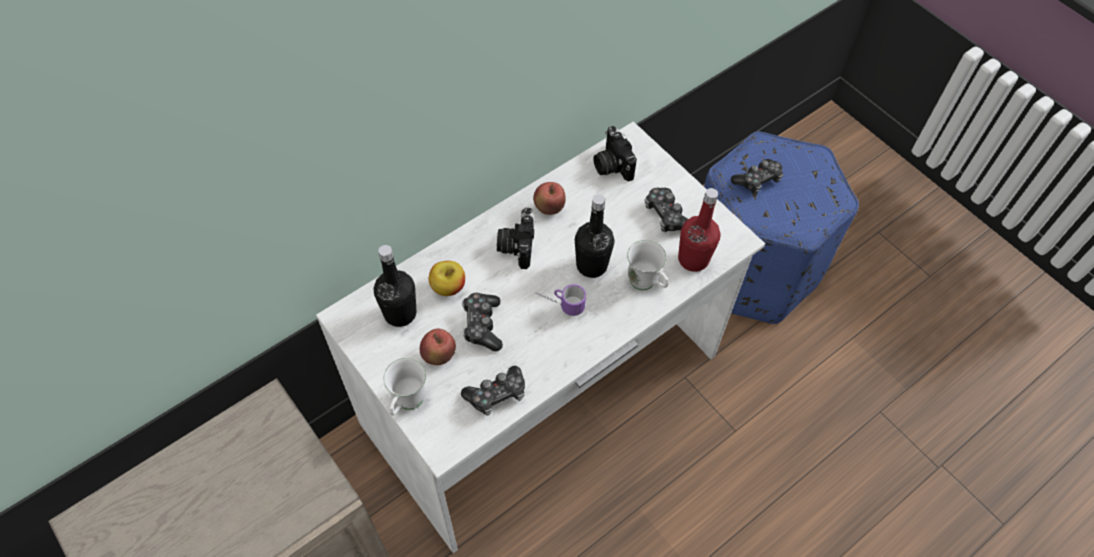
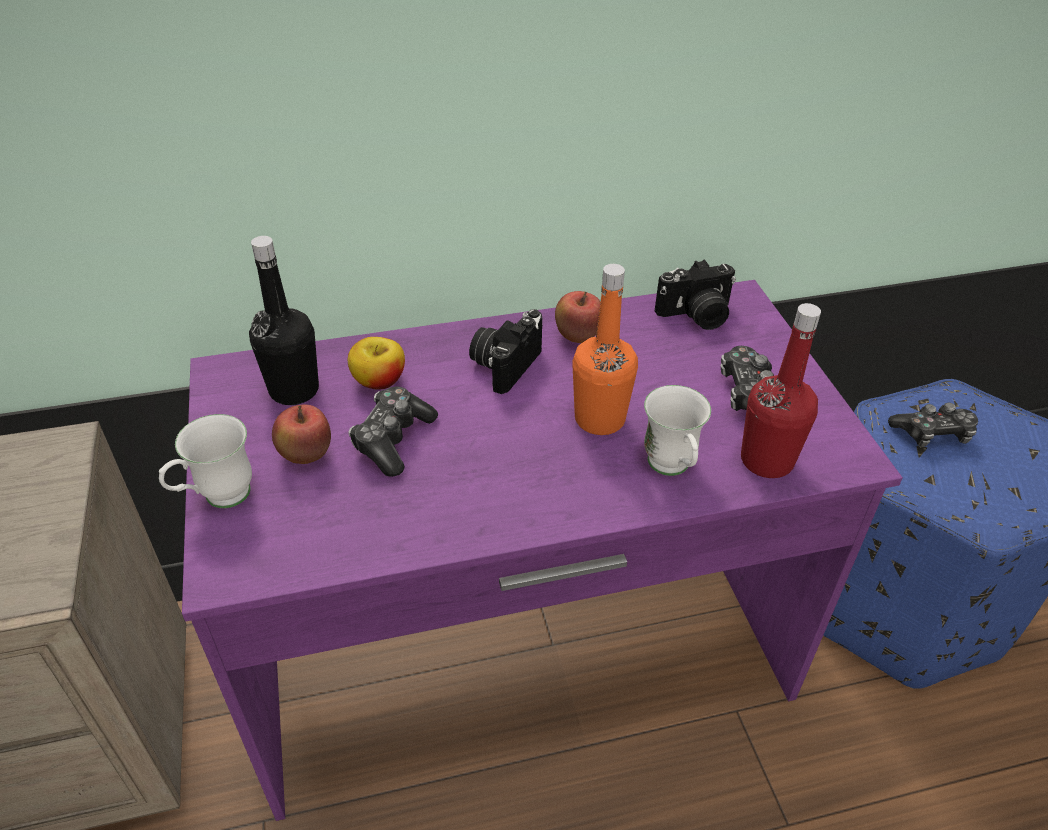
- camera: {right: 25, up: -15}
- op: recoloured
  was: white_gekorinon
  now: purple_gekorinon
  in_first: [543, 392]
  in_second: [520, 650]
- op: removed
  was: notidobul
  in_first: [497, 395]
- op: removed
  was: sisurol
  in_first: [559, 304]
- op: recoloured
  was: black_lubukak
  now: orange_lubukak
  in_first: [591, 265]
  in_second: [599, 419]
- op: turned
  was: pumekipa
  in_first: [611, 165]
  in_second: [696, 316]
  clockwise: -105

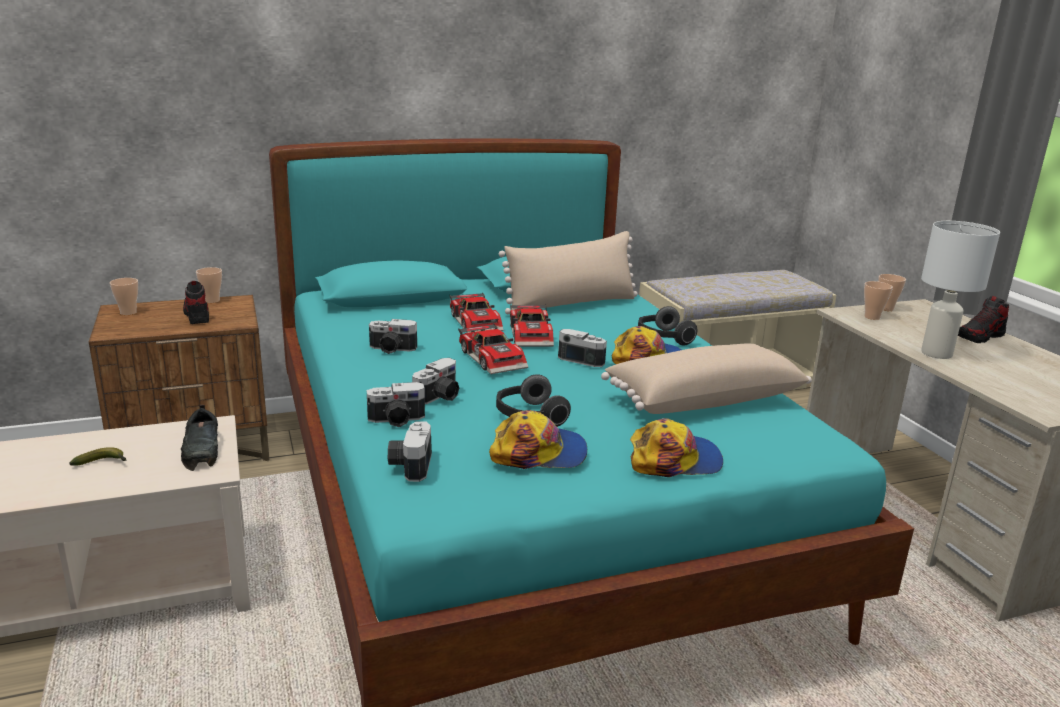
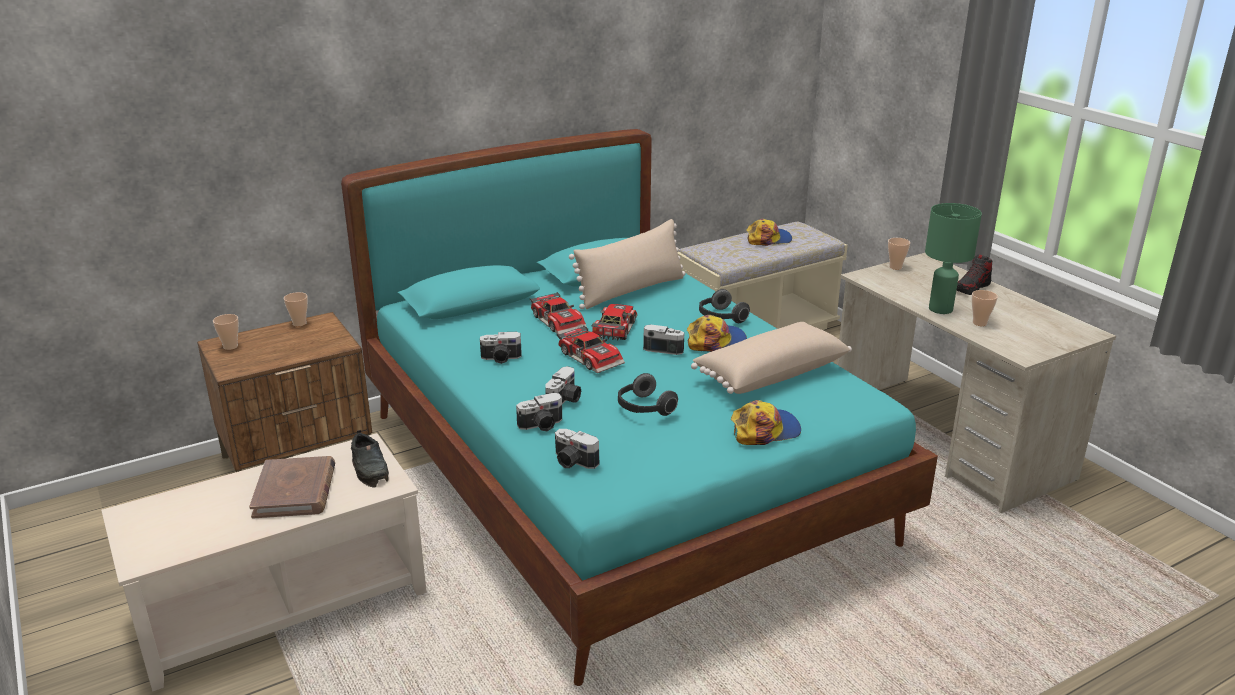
- camera: {right: -10, up: 5}
- op: replaced
  was: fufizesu
  now: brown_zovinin
  in_first: [103, 463]
  in_second: [295, 491]
- op: removed
  was: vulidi
  in_first: [196, 315]
- op: turned
  was: pumekipa
  in_first: [409, 465]
  in_second: [573, 462]
  clockwise: -45
- op: moved
  was: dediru
  in_first: [539, 452]
  in_second: [768, 239]
- op: turned
  was: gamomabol
  in_first: [533, 335]
  in_second: [613, 328]
  clockwise: -150
- op: moved
  was: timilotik
  in_first: [872, 317]
  in_second: [979, 323]
- op: recoloured
  was: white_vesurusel
  now: green_vesurusel
  in_first: [937, 354]
  in_second: [941, 309]

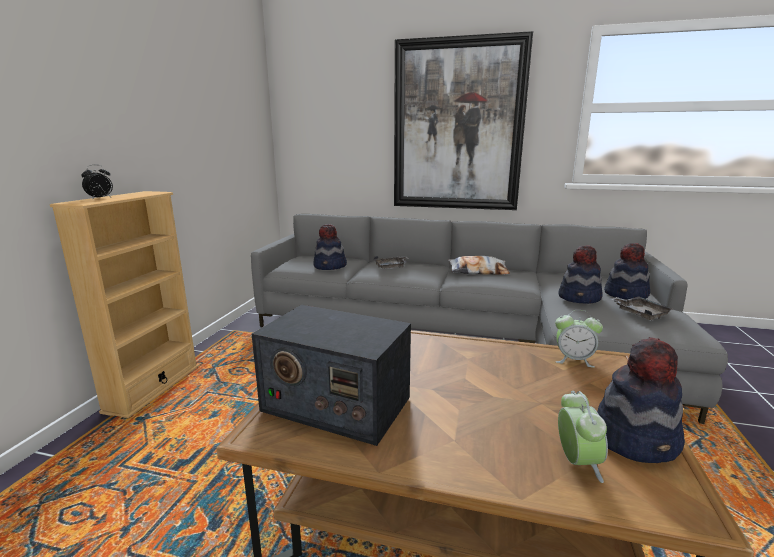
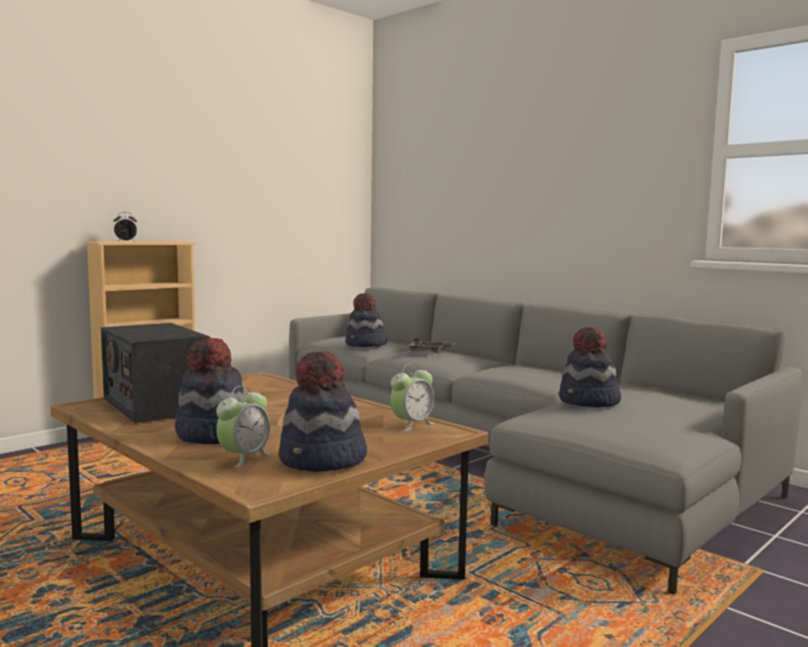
- camera: {right: 30, up: -10}
- op: removed
  was: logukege
  in_first: [457, 126]
- op: removed
  was: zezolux
  in_first: [478, 271]
- op: turned
  was: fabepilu
  in_first: [573, 360]
  in_second: [412, 424]
  clockwise: -90
- op: moved
  was: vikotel
  in_first: [626, 295]
  in_second: [213, 436]
- op: removed
  was: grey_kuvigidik
  in_first: [640, 313]

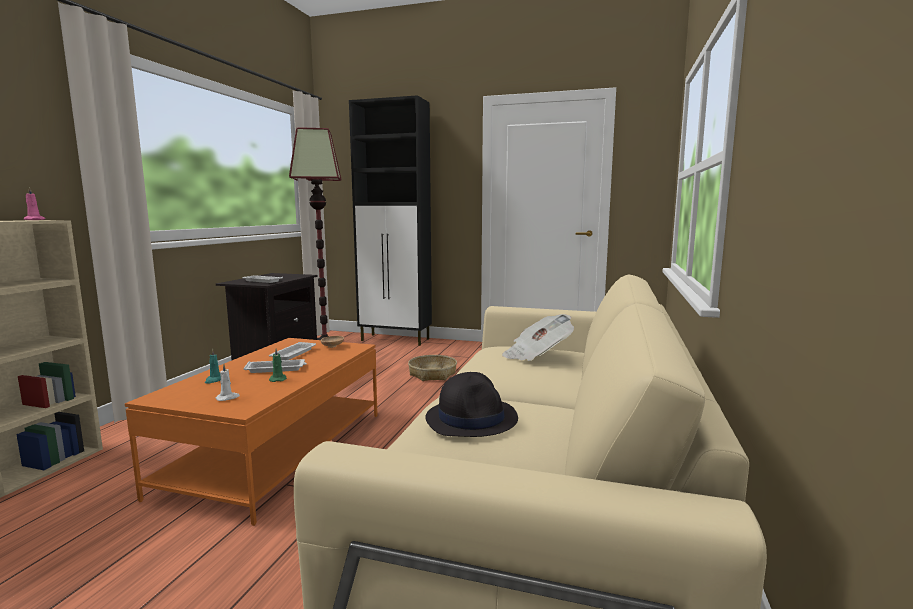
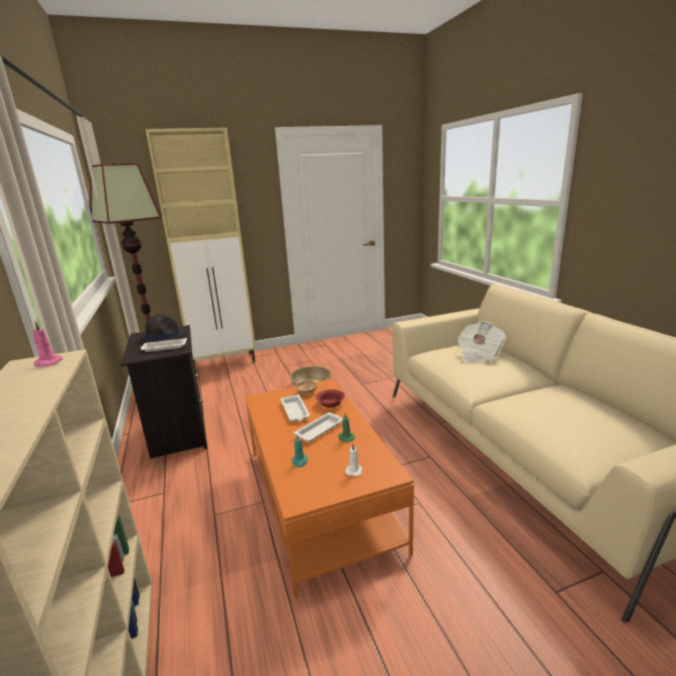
- camera: {right: -35, up: 10}
- op: recoloured
  was: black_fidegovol
  now: beige_fidegovol
  in_first: [396, 340]
  in_second: [225, 362]
- op: moved
  was: black_vikotel
  in_first: [472, 418]
  in_second: [163, 335]
- op: added
  now: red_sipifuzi
  in_second: [330, 403]

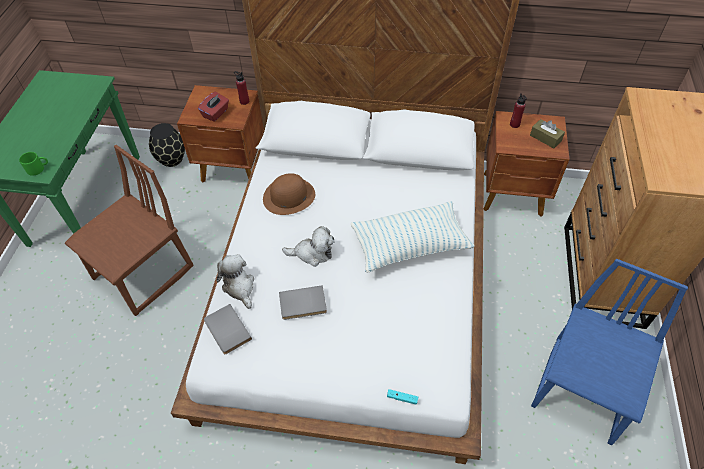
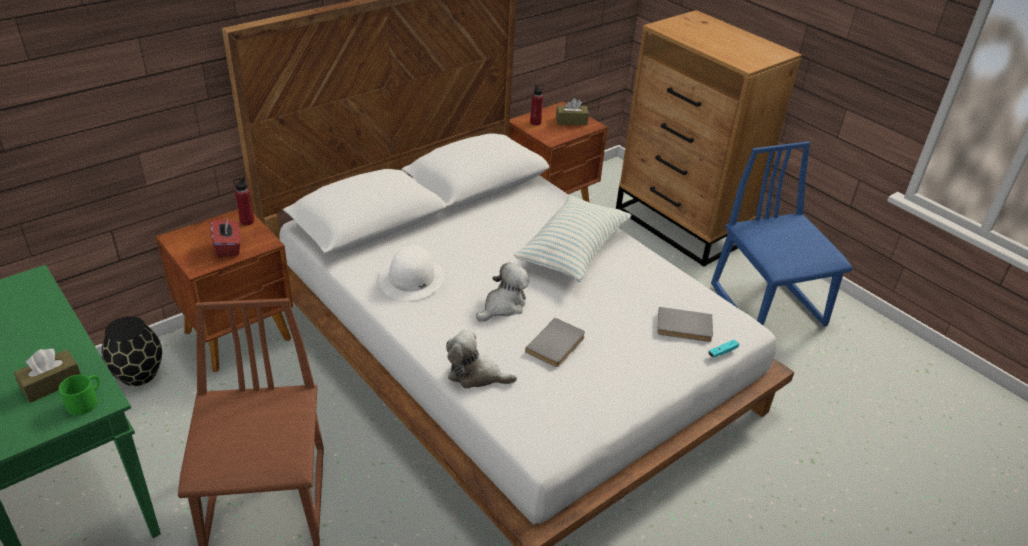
- camera: {right: -50, up: -15}
- op: moved
  was: grey_zovinin
  in_first: [226, 331]
  in_second: [684, 327]
- op: recoloured
  was: brown_vikotel
  now: white_vikotel
  in_first: [289, 196]
  in_second: [412, 278]
- op: added
  now: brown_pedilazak
  in_second: [51, 383]

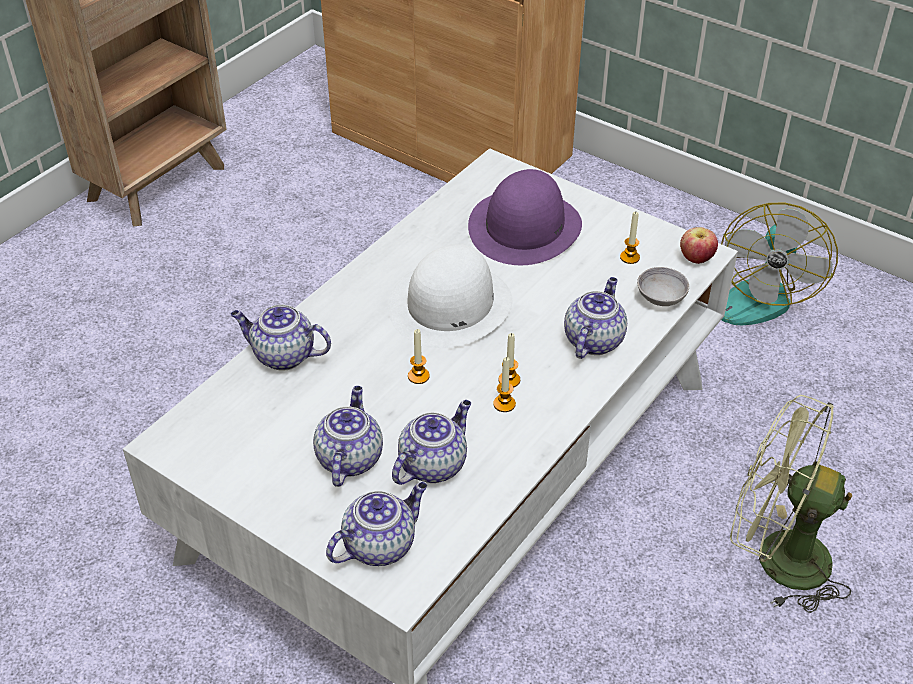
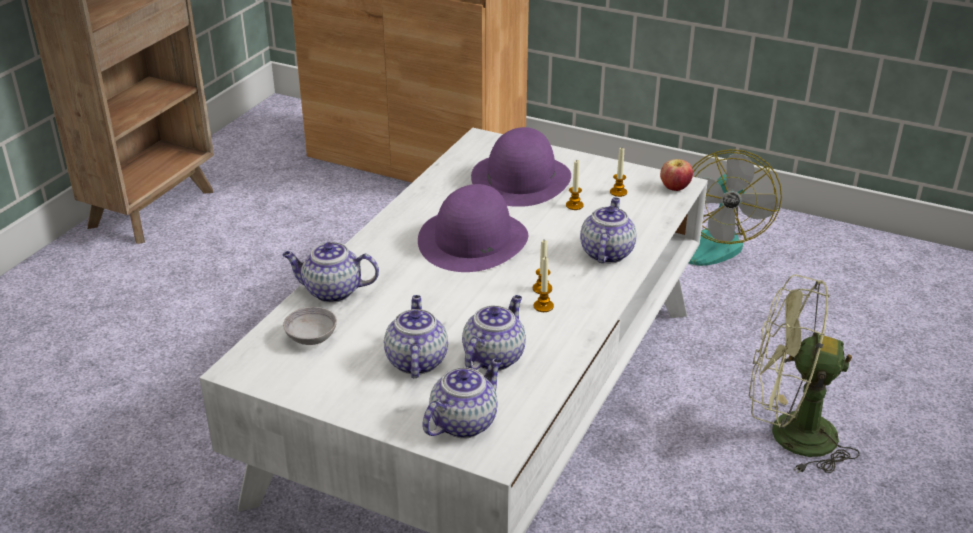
- camera: {right: -10, up: -10}
- op: recoloured
  was: white_vikotel
  now: purple_vikotel
  in_first: [450, 305]
  in_second: [473, 240]
- op: moved
  was: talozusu
  in_first: [418, 376]
  in_second: [574, 205]
- op: moved
  was: grey_sipifuzi
  in_first: [661, 297]
  in_second: [312, 337]

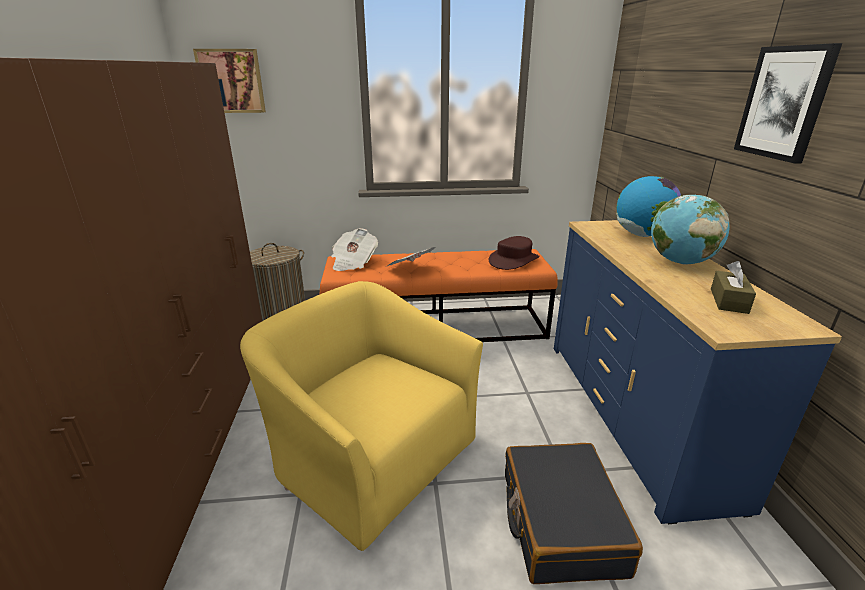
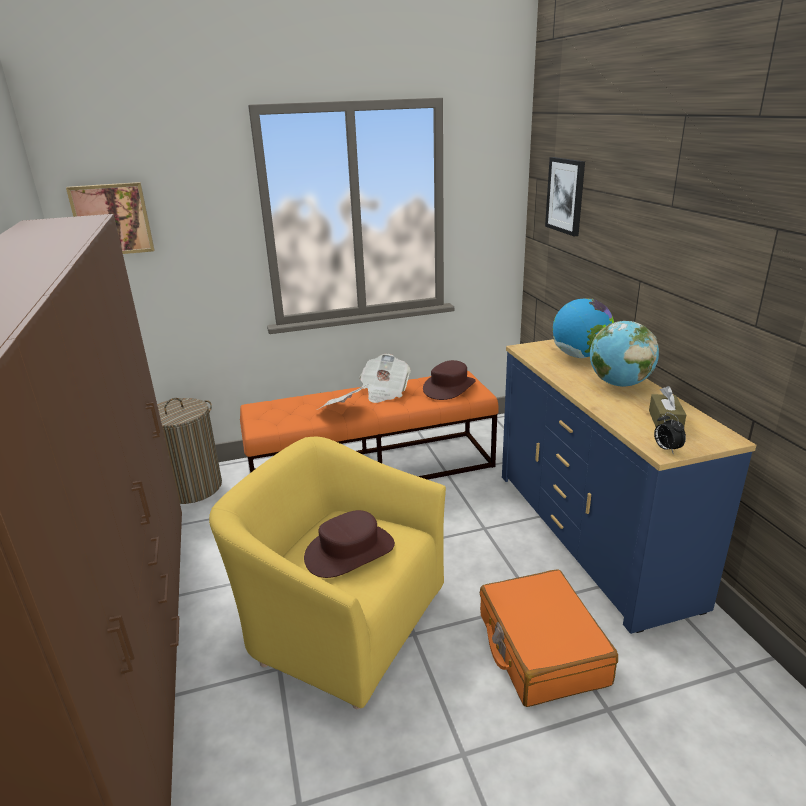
- camera: {right: -10, up: 0}
- op: moved
  was: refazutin
  in_first: [353, 262]
  in_second: [384, 391]
- op: recoloured
  was: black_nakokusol
  now: orange_nakokusol
  in_first: [560, 522]
  in_second: [541, 649]
- op: moved
  was: logukege
  in_first: [784, 103]
  in_second: [566, 195]
- op: added
  now: brown_vikotel
  in_second: [349, 551]
- op: added
  now: fabepilu
  in_second: [666, 449]

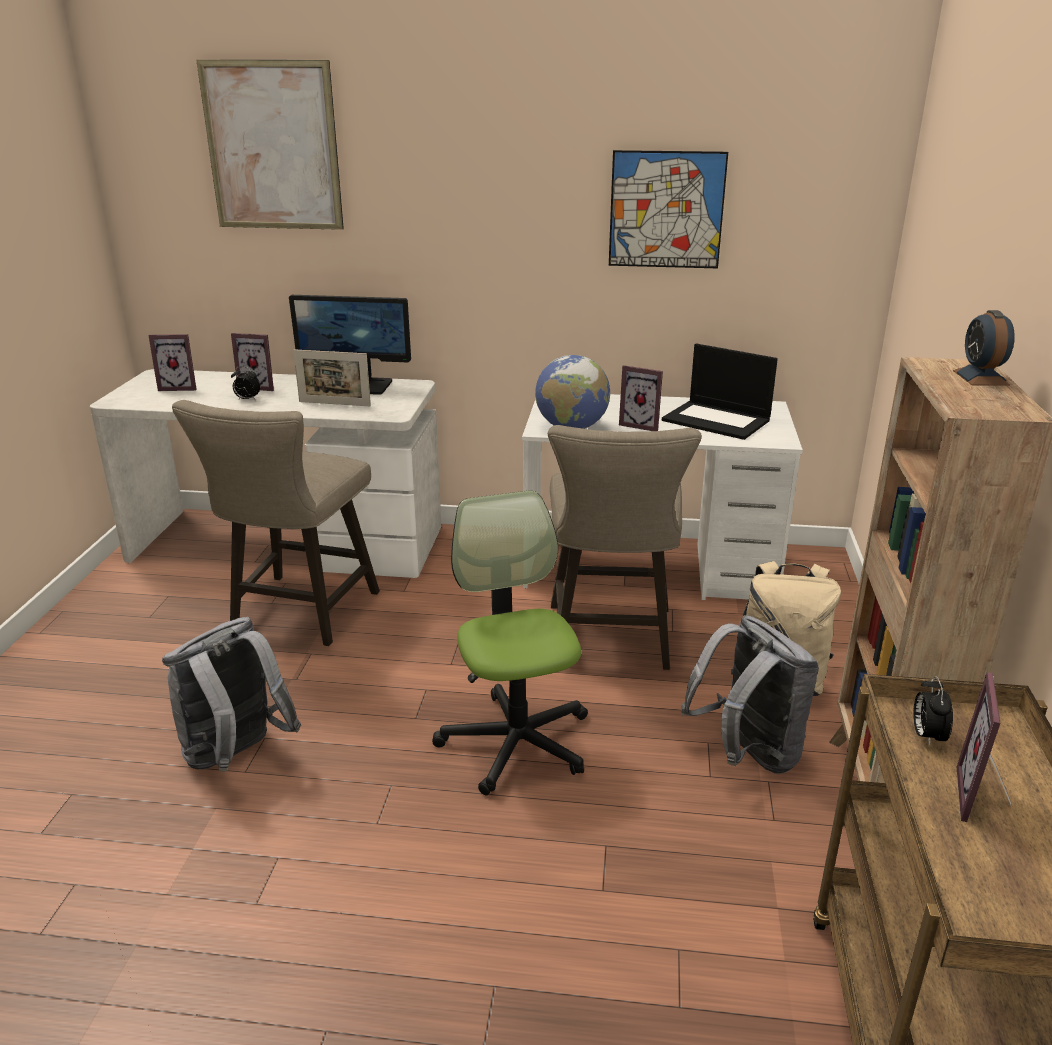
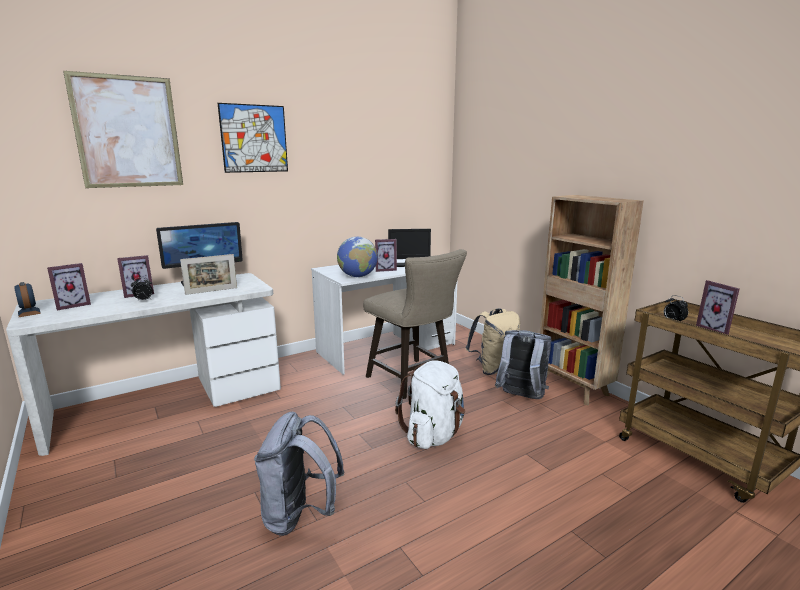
- camera: {right: -40, up: -10}
- op: removed
  was: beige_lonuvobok
  in_first: [299, 616]
- op: replaced
  was: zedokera
  now: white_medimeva
  in_first: [516, 742]
  in_second: [433, 435]
- op: moved
  was: logukege
  in_first: [666, 210]
  in_second: [254, 138]
- op: moved
  was: fabepilu
  in_first: [980, 377]
  in_second: [29, 312]

